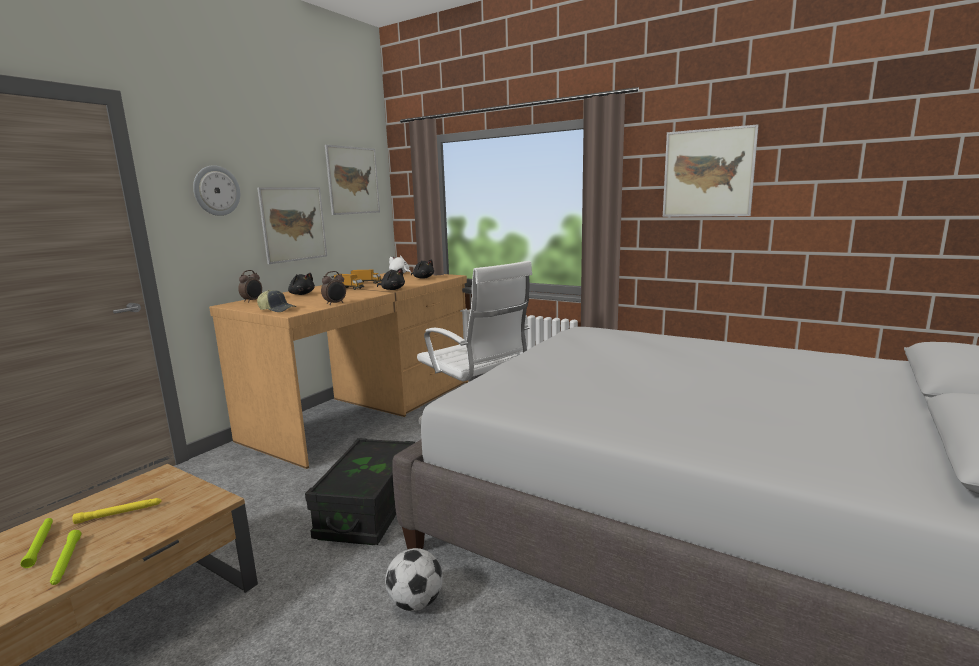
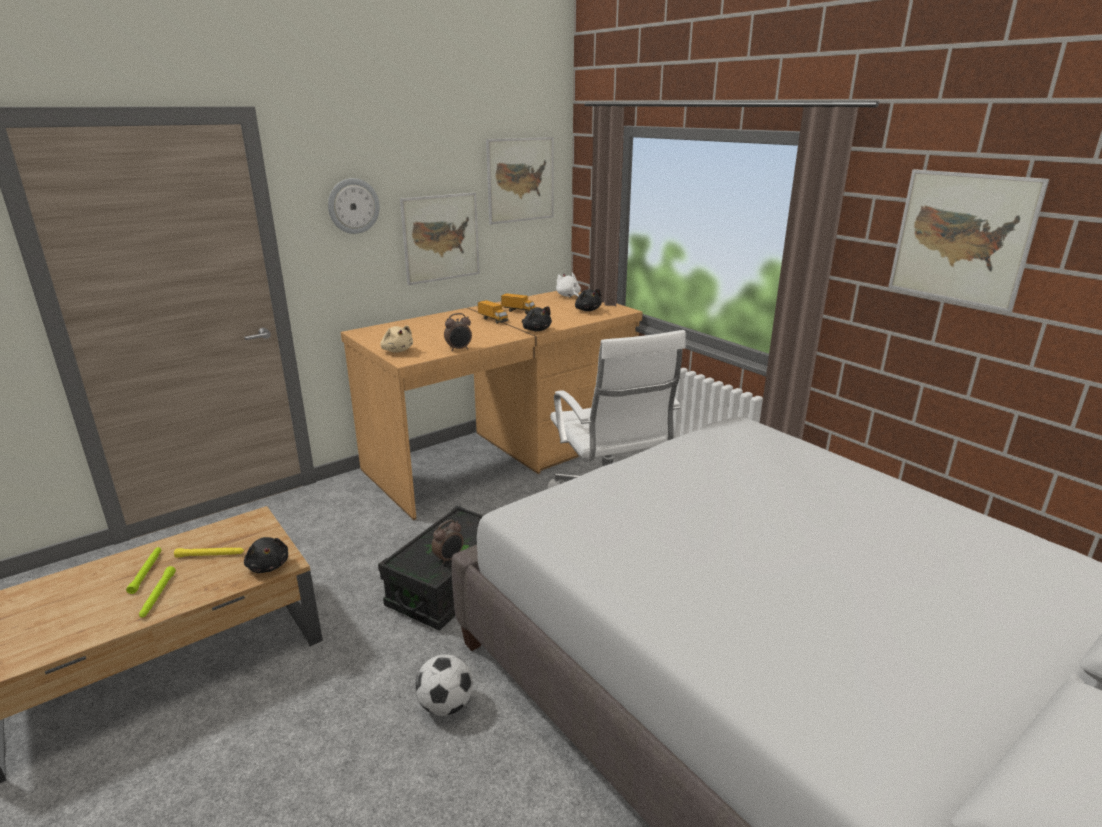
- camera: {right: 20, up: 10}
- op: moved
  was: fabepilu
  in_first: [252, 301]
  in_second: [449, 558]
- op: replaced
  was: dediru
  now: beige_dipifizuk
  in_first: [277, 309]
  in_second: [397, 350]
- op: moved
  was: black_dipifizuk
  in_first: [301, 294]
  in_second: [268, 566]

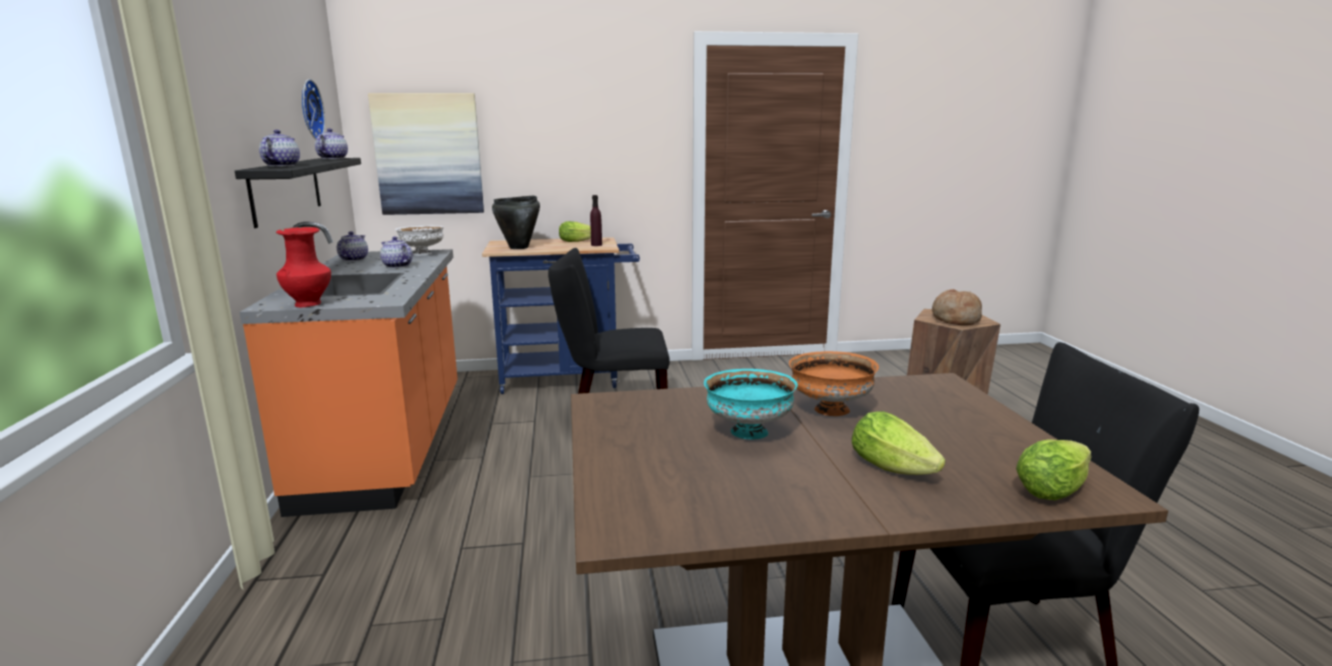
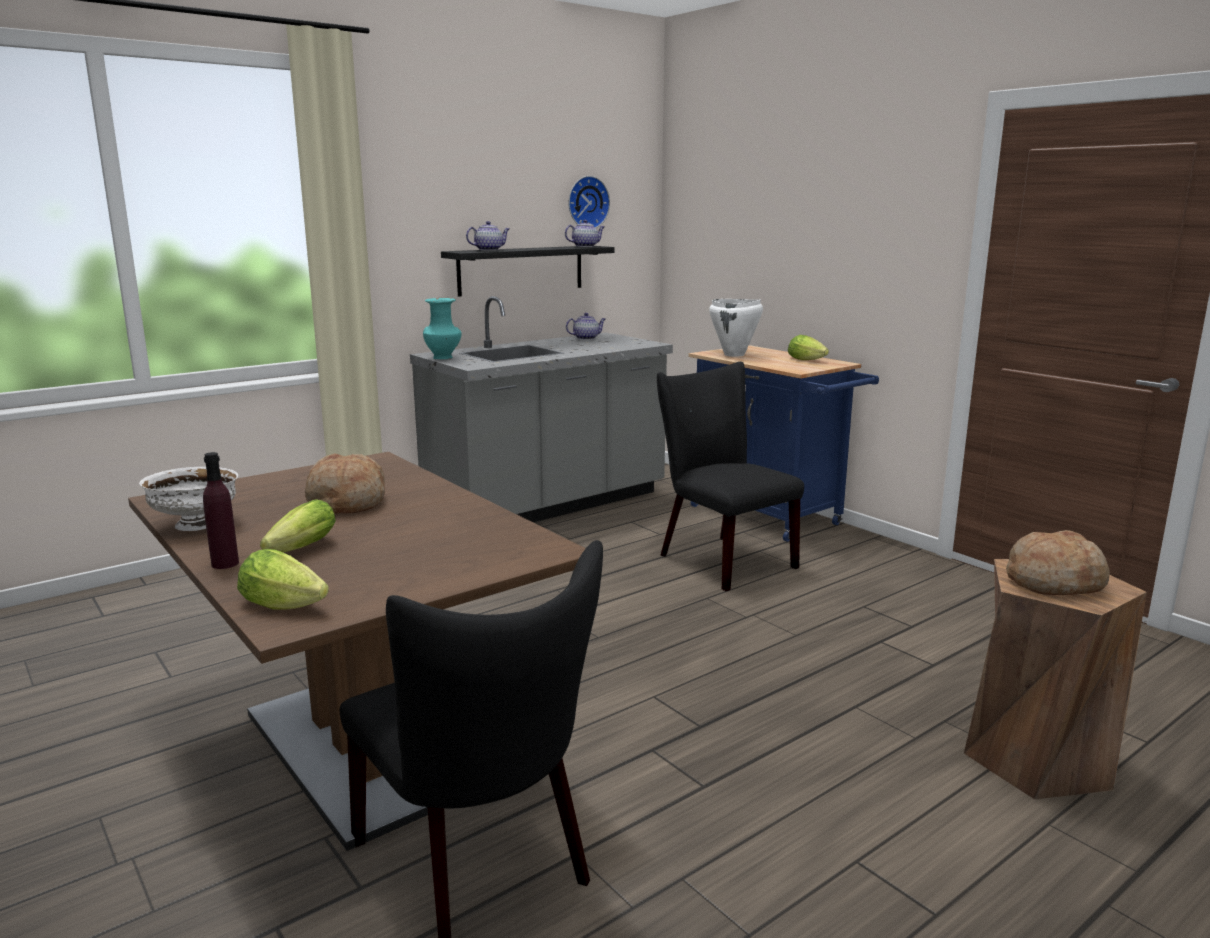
- camera: {right: 60, up: 0}
- op: recoloured
  was: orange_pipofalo
  now: grey_pipofalo
  in_first: [389, 445]
  in_second: [548, 506]
- op: recoloured
  was: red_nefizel
  now: turquoise_nefizel
  in_first: [309, 304]
  in_second: [444, 358]
- op: removed
  was: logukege
  in_first: [428, 154]
- op: removed
  was: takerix
  in_first: [397, 266]
- op: moved
  was: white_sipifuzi
  in_first: [422, 254]
  in_second: [195, 525]
- op: recoloured
  was: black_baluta
  now: white_baluta
  in_first: [519, 247]
  in_second: [734, 355]
- op: moved
  was: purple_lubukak
  in_first: [596, 245]
  in_second: [225, 564]
- op: replaced
  was: turquoise_sipifuzi
  now: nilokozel
  in_first: [748, 432]
  in_second: [345, 502]
- op: removed
  was: orange_sipifuzi
  in_first: [829, 410]

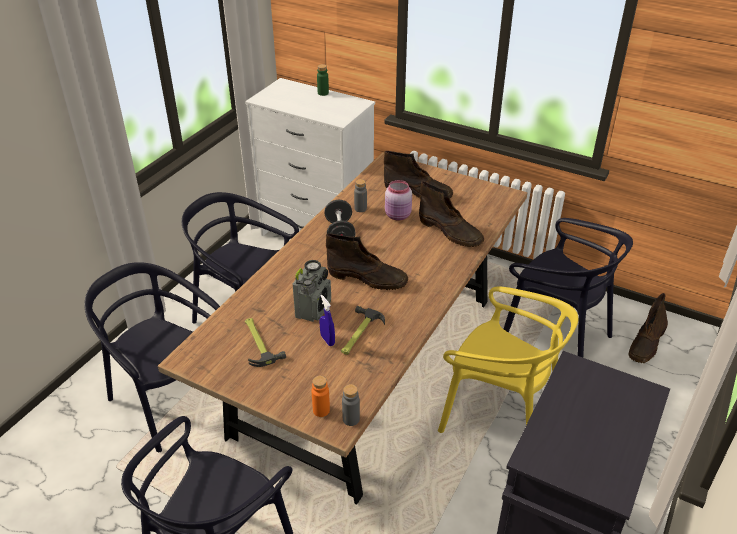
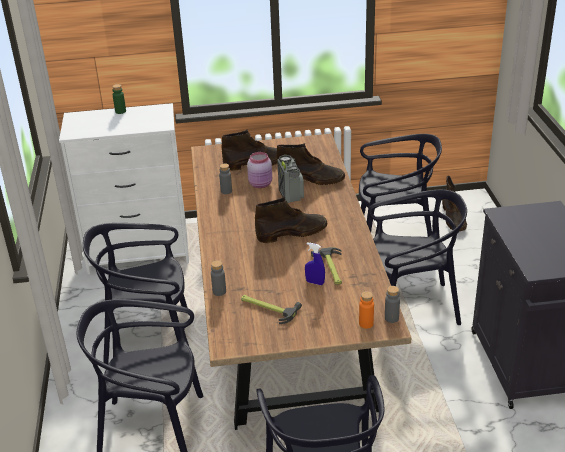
- camera: {right: -35, up: -5}
- op: moved
  was: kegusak
  in_first: [313, 309]
  in_second: [291, 194]
- op: removed
  was: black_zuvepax
  in_first: [340, 233]
- op: recoloured
  was: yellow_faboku
  now: black_faboku
  in_first: [499, 417]
  in_second: [411, 308]
- op: added
  now: grey_lubukak
  in_second: [219, 291]

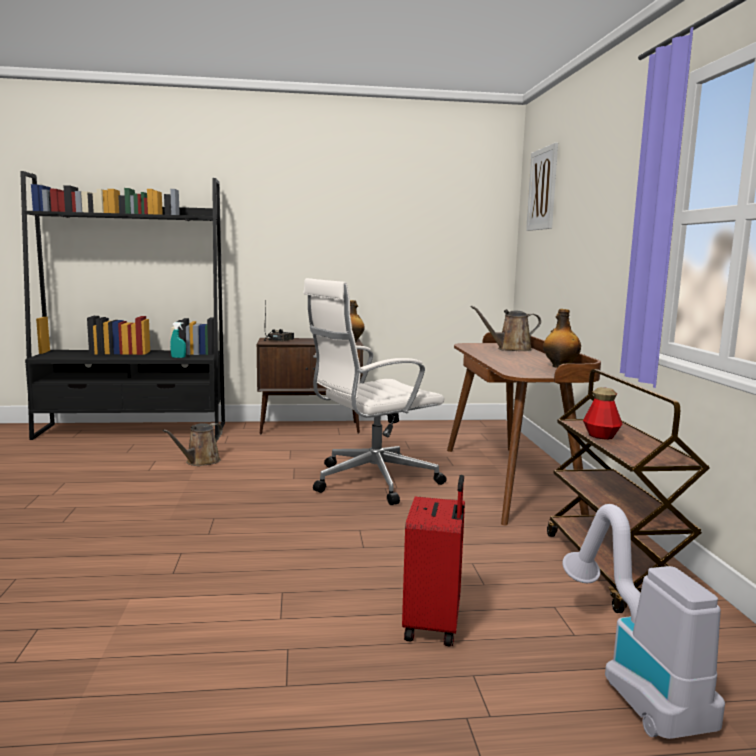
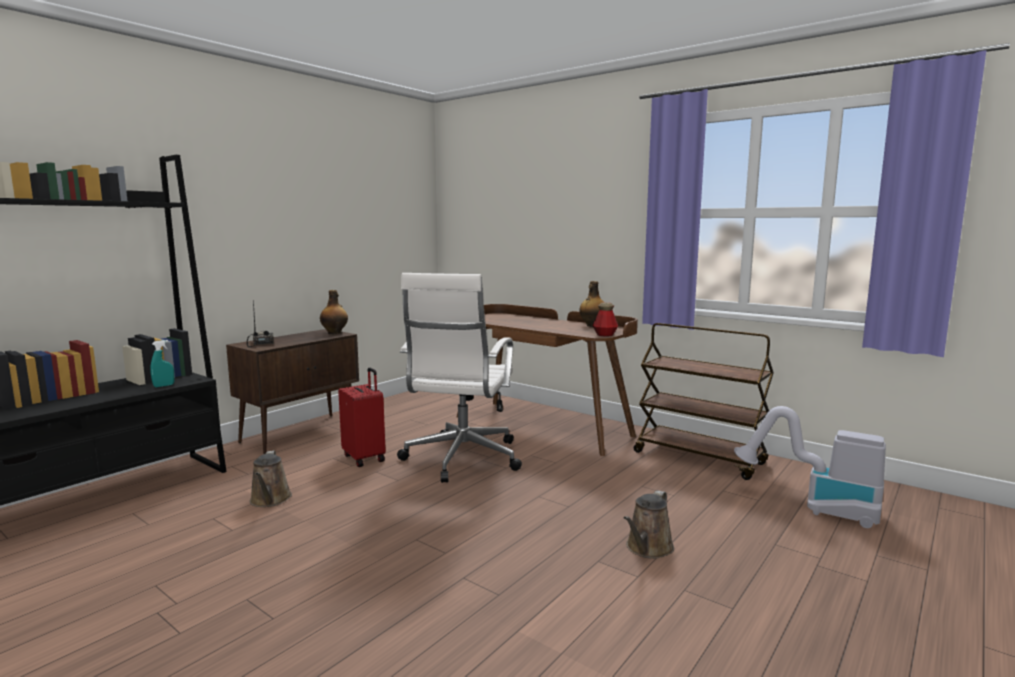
- camera: {right: -45, up: 0}
- op: moved
  was: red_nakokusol
  in_first: [434, 625]
  in_second: [365, 458]
- op: moved
  was: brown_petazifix
  in_first: [510, 349]
  in_second: [647, 549]
- op: removed
  was: logukege
  in_first: [542, 189]
- op: moved
  was: lubukak
  in_first: [601, 436]
  in_second: [605, 335]

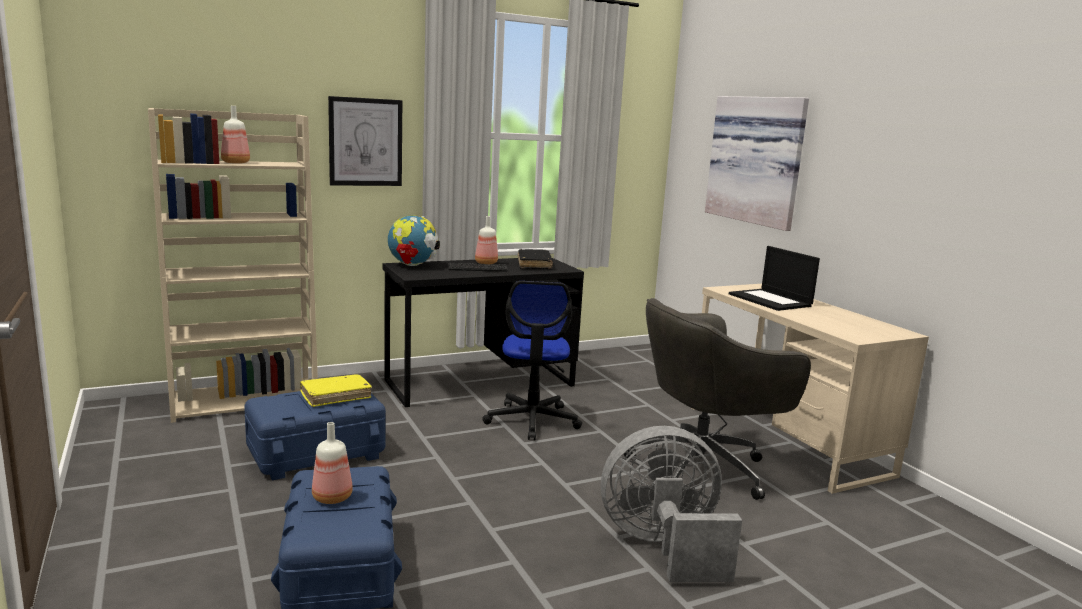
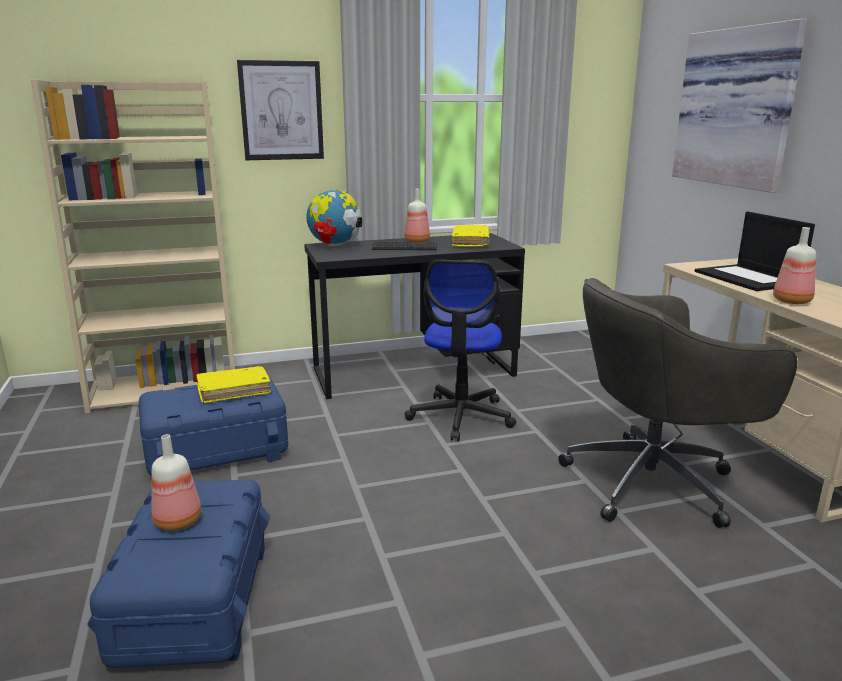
- camera: {right: 10, up: 5}
- op: moved
  was: lubukak
  in_first: [235, 163]
  in_second: [792, 301]
- op: recoloured
  was: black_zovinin
  now: yellow_zovinin
  in_first: [534, 265]
  in_second: [470, 242]
- op: removed
  was: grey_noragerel
  in_first: [663, 547]

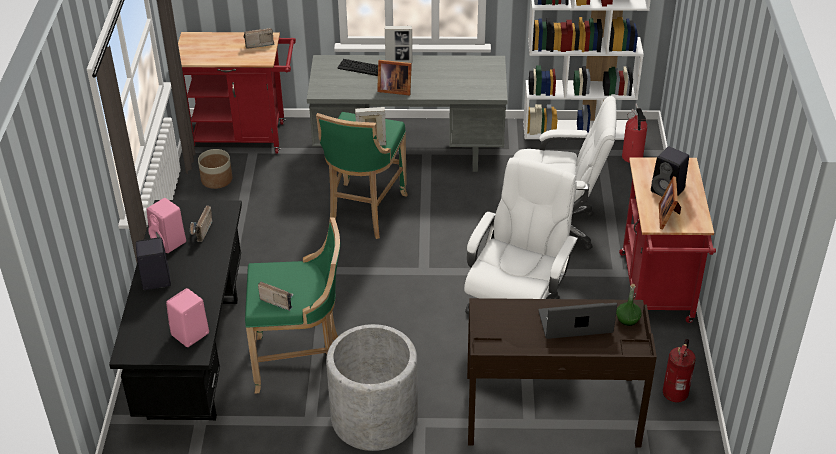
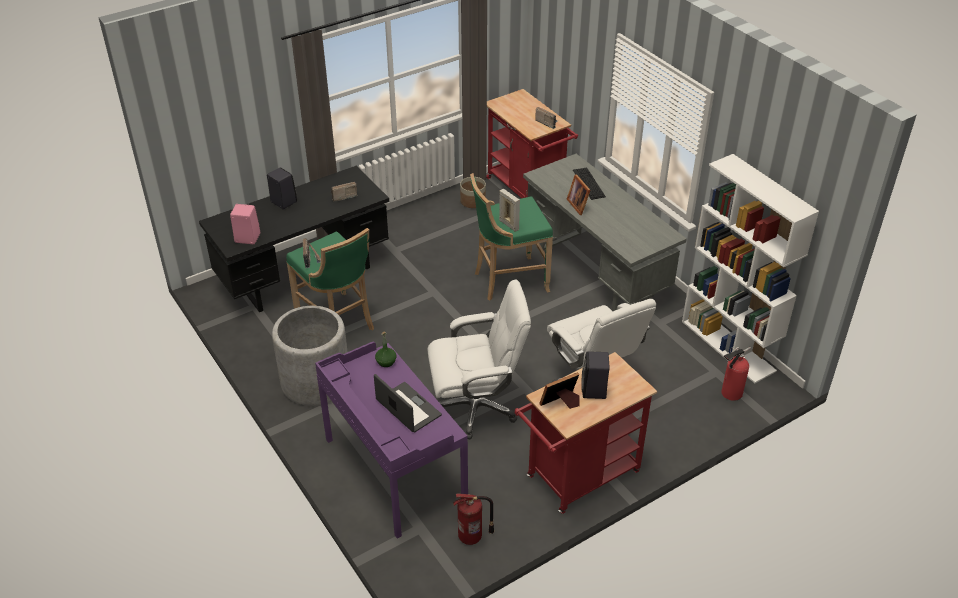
- camera: {right: 55, up: 0}
- op: removed
  was: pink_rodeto
  in_first: [170, 242]
- op: removed
  was: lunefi
  in_first: [399, 61]
- op: recoloured
  was: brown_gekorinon
  now: purple_gekorinon
  in_first: [551, 411]
  in_second: [394, 470]
- op: moved
  was: green_lubukak
  in_first: [627, 319]
  in_second: [386, 362]

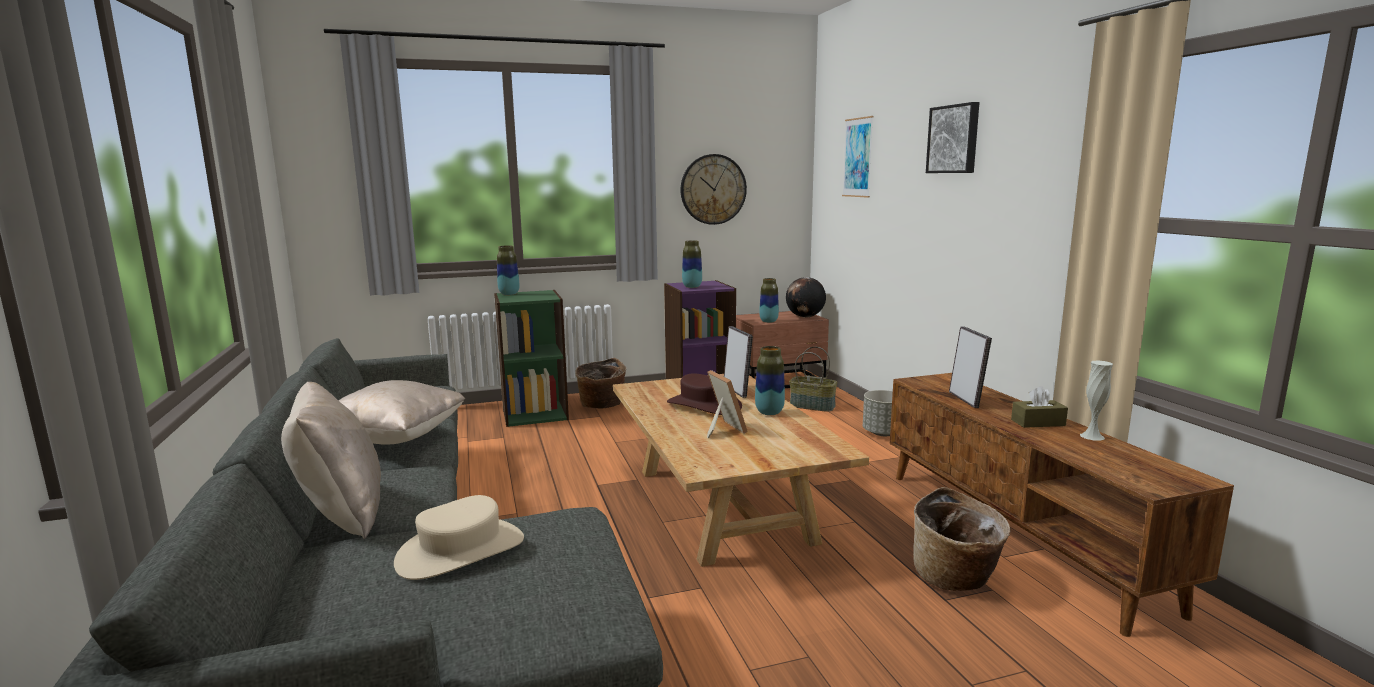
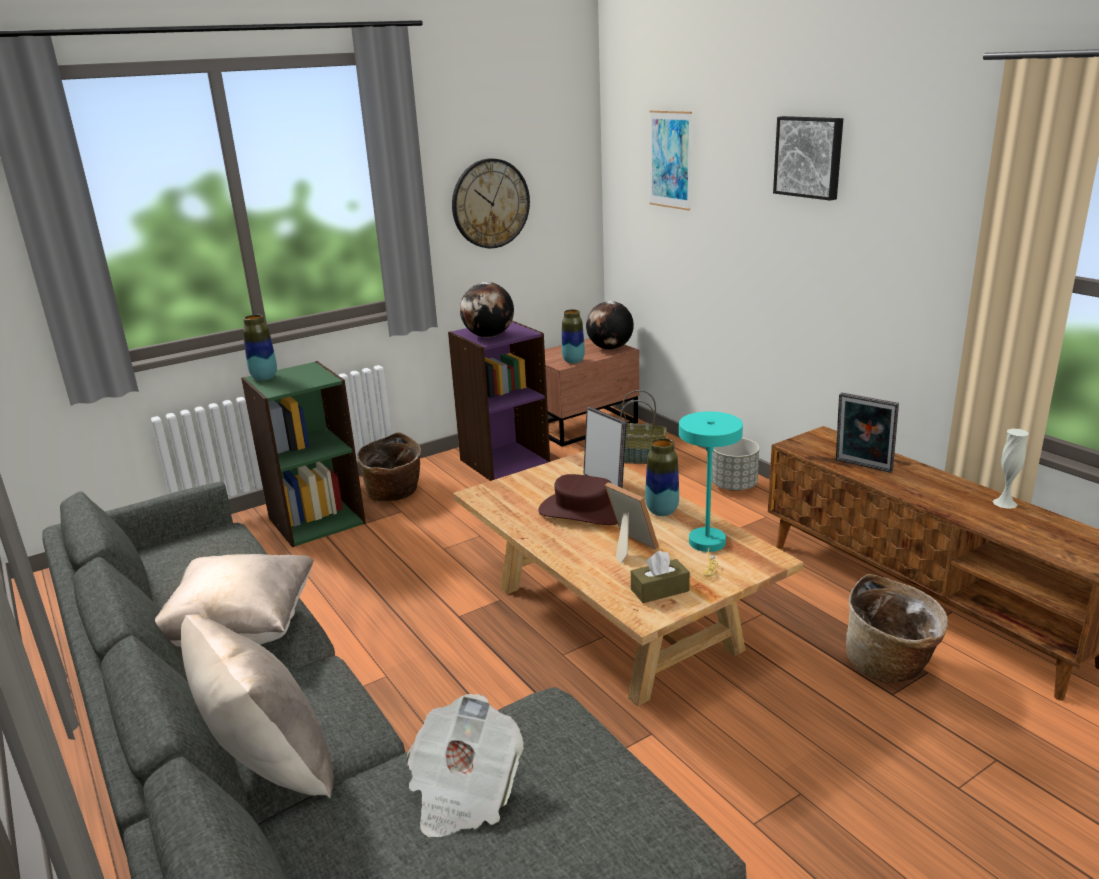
- camera: {right: -15, up: 10}
- op: replaced
  was: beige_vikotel
  now: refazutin
  in_first: [461, 551]
  in_second: [464, 791]
- op: replaced
  was: nefizel
  now: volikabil
  in_first: [692, 287]
  in_second: [489, 336]
- op: turned
  was: lunefi
  in_first: [966, 399]
  in_second: [862, 467]
  clockwise: 150
- op: moved
  was: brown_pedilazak
  in_first: [1038, 422]
  in_second: [659, 590]
- op: added
  now: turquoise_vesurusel
  in_second: [708, 546]

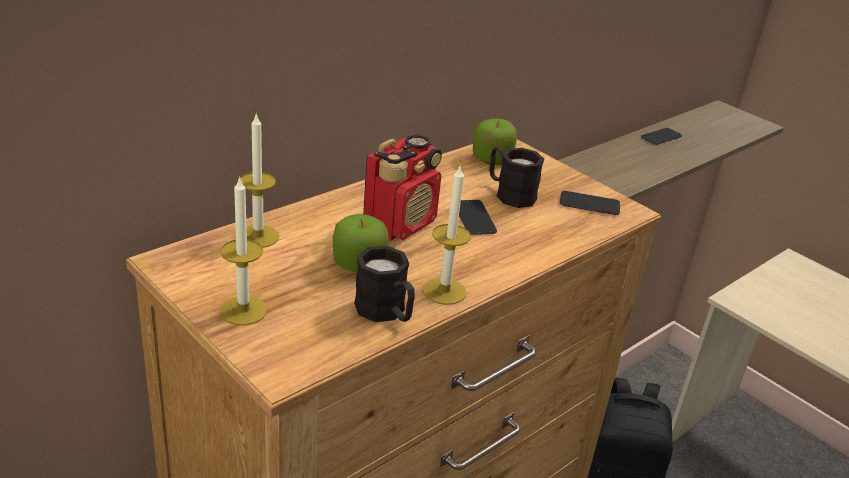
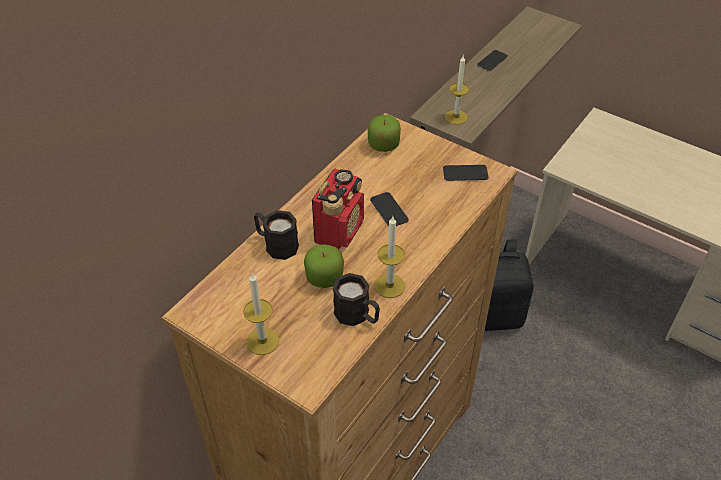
- camera: {right: -10, up: 15}
- op: moved
  was: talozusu
  in_first: [258, 236]
  in_second: [456, 117]
- op: moved
  was: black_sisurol
  in_first: [509, 193]
  in_second: [276, 244]

